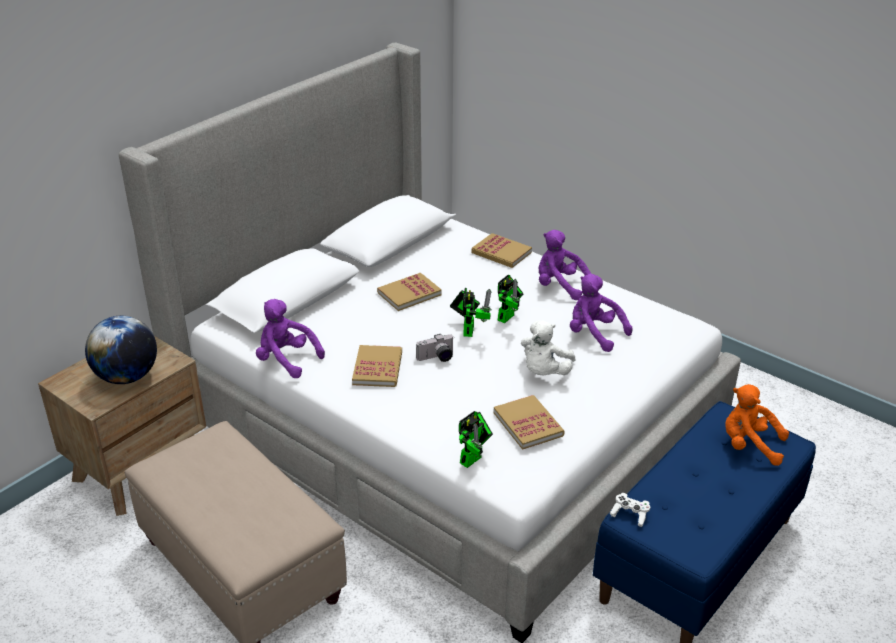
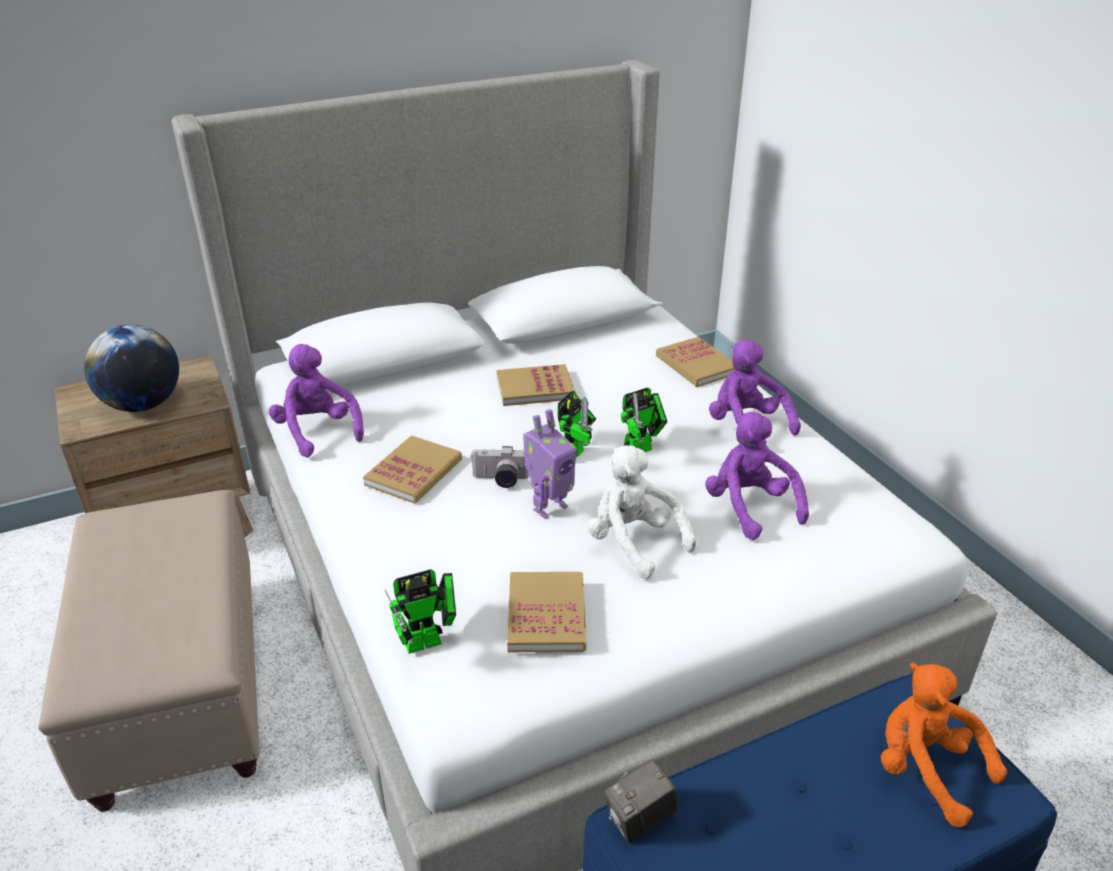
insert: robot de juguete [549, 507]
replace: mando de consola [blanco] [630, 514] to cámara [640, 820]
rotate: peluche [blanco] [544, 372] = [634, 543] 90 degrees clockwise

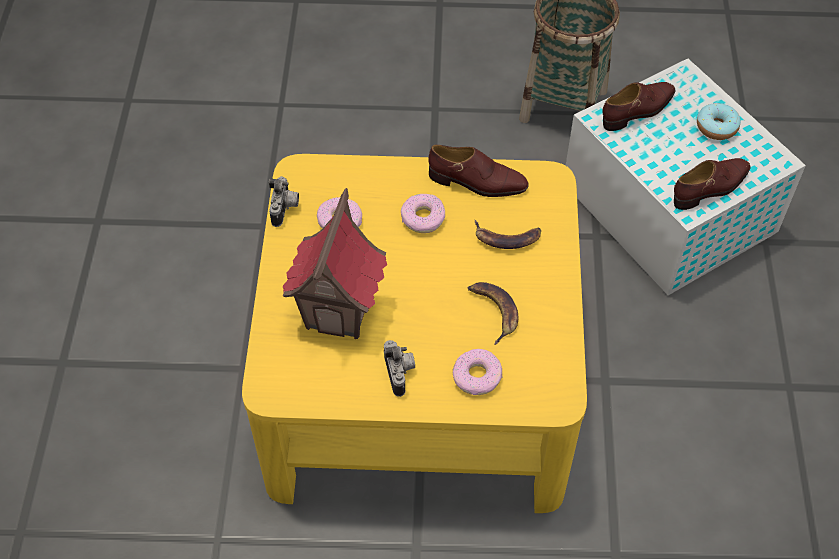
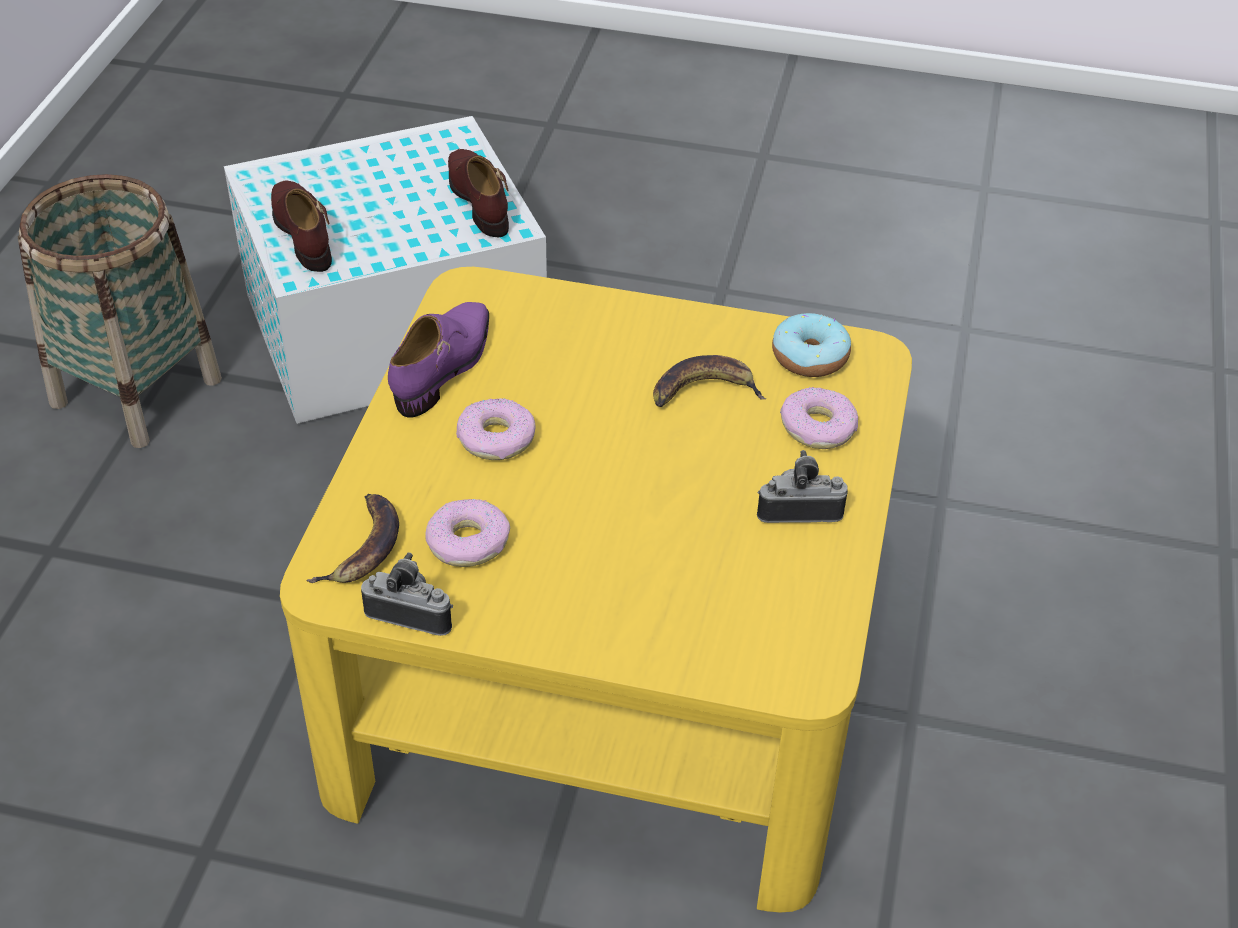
delete: casita [340, 312]
move: plátano [506, 238] to [363, 546]; rosquilla [716, 127] to [810, 357]
recolor: zapato [marrón] [477, 182] to zapato [morado] [444, 366]

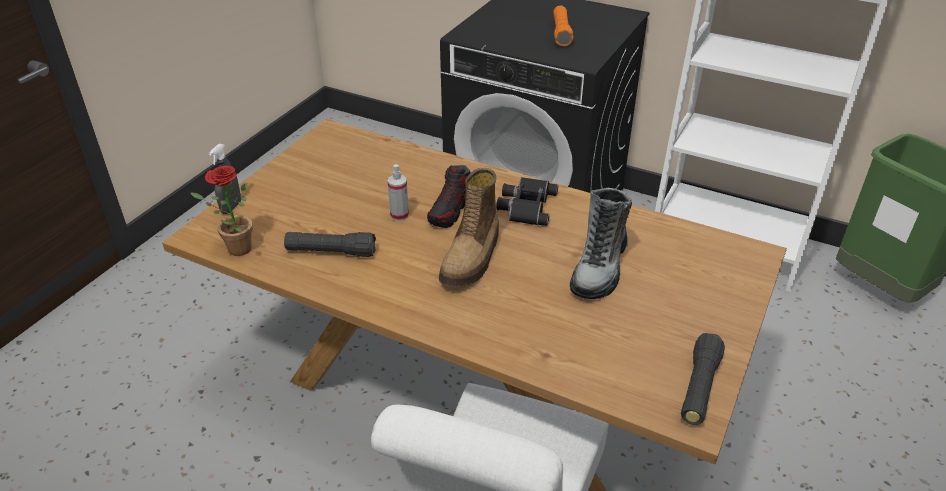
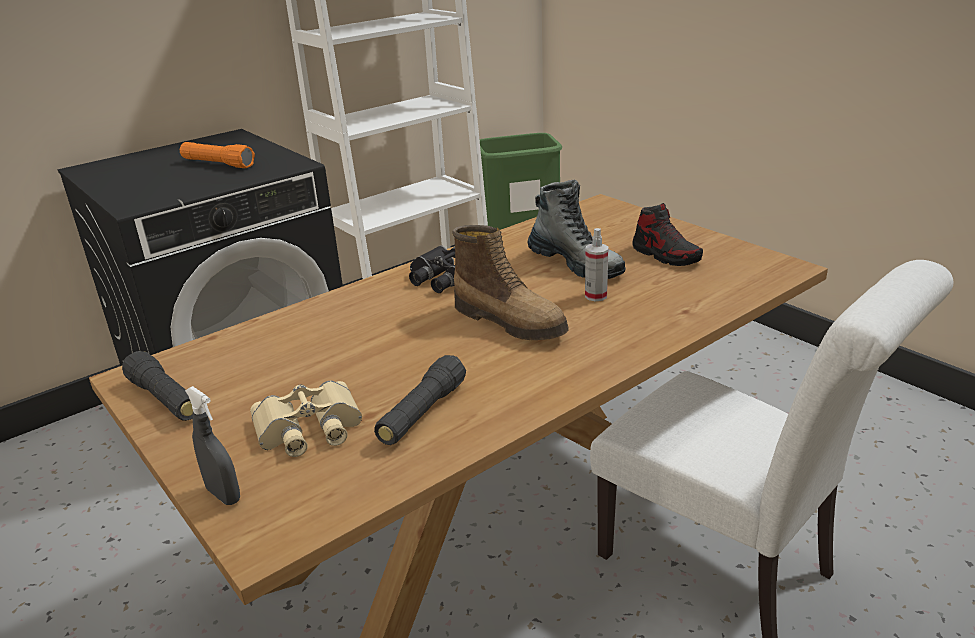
delete: planta en maceta [234, 249]
insert: prismáticos [beis] [309, 428]
move: pulverizador [399, 215] to [596, 296]; zapato [451, 211] to [666, 255]; linterna [negro] [699, 388] to [165, 399]

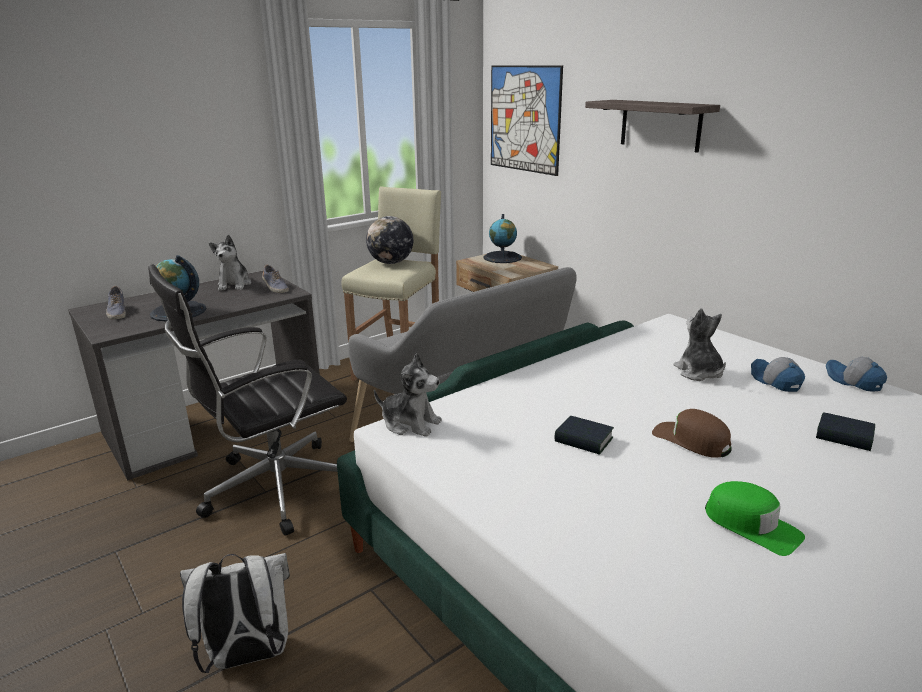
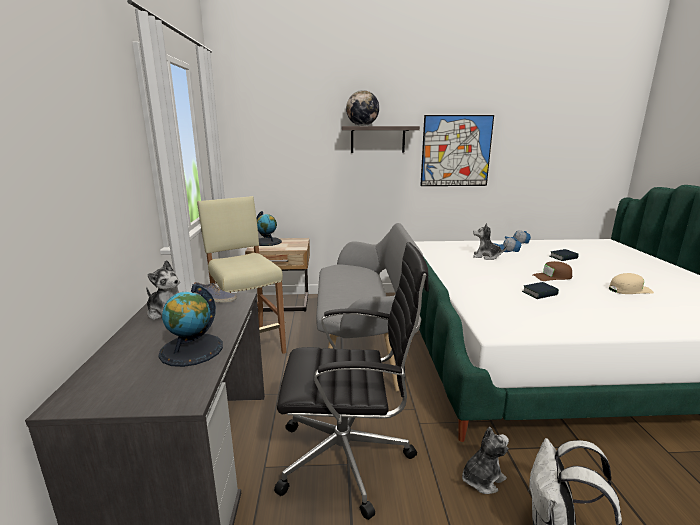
delete: zapato [117, 312]
move: globo terráqueo [391, 263] to [362, 125]; peluche [410, 423] to [482, 479]; cuadro [524, 119] to [456, 151]
recolor: gorra [verde] [752, 525] to gorra [beis] [629, 290]
rotate: silla de oficina [negro] [274, 488] = [348, 457] 90 degrees counterclockwise

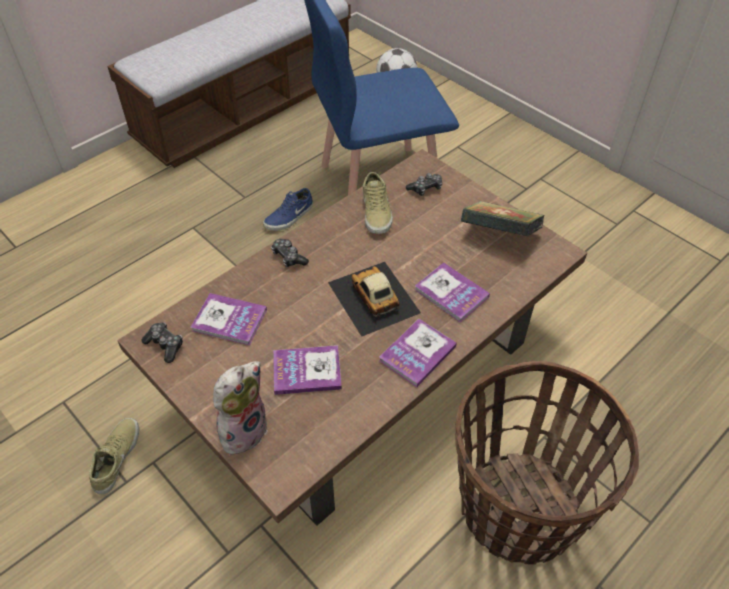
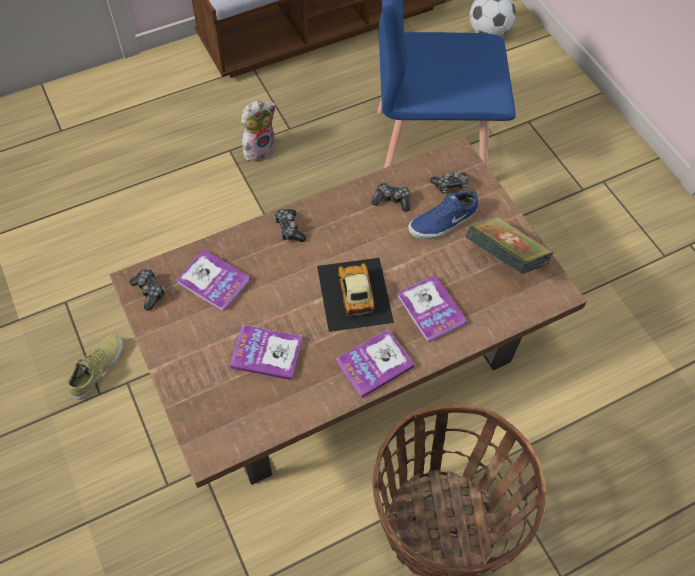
move: peluche [243, 429] to [259, 148]; zapato [azul] [289, 217] to [443, 222]
replace: zapato [beis] [377, 212] to mando de consola [392, 200]

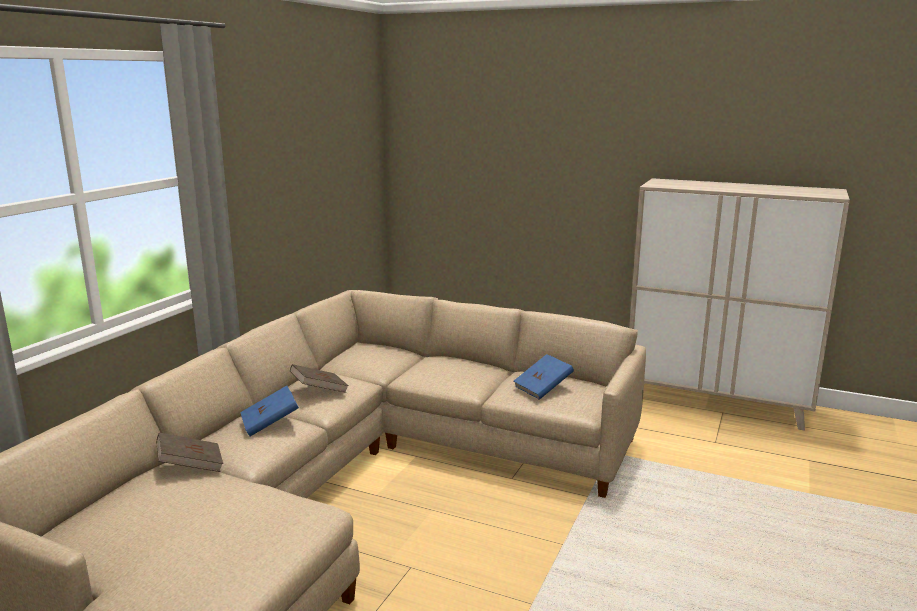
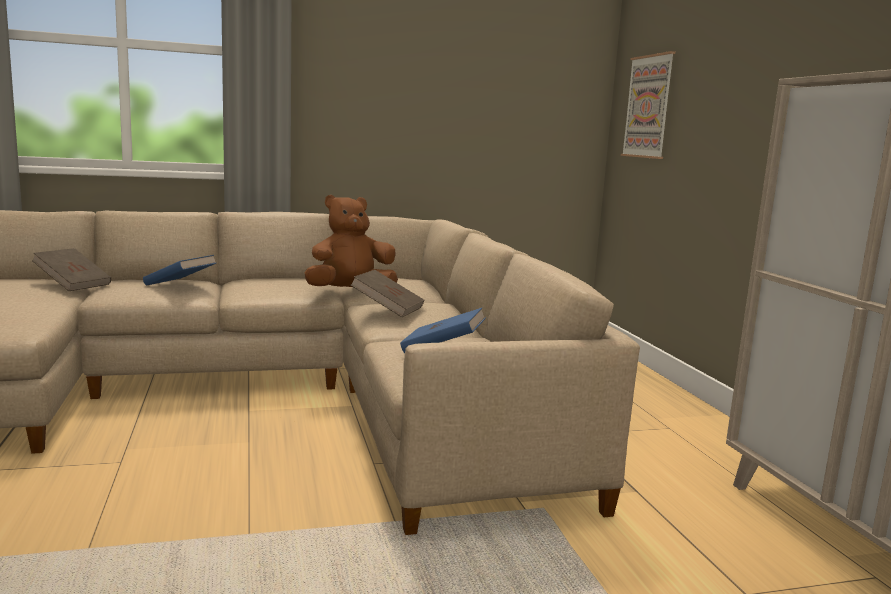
insert: peluche [marrón] [350, 292]; cuadro [648, 107]
move: libro [marrón] [319, 390] to [387, 309]

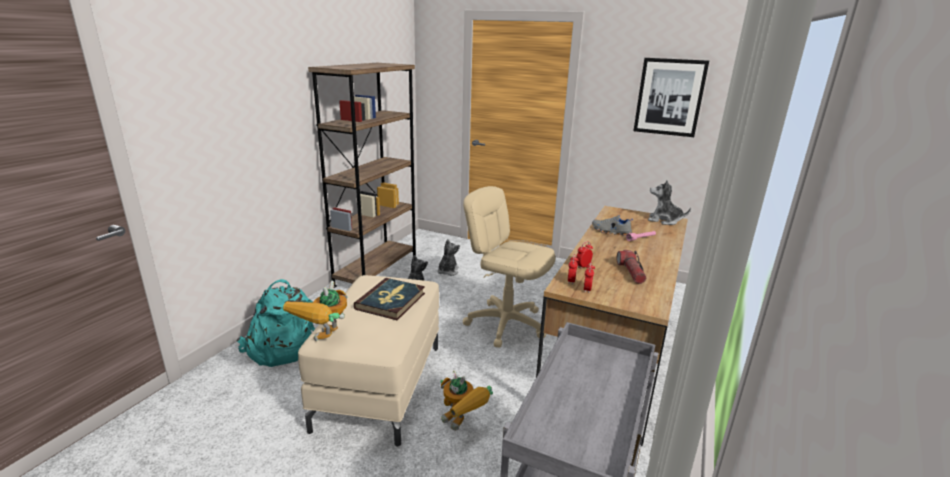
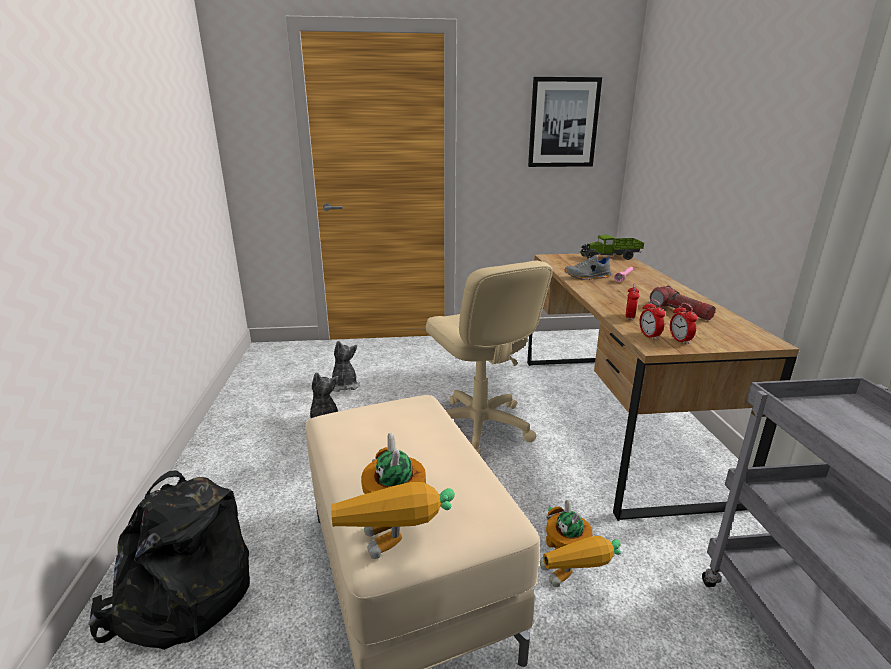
delete: estantería [marrón] [376, 272]; libro [391, 301]
replace: peluche [664, 220] to camión de juguete [610, 257]
recolor: mochila [turquesa] [280, 348] to mochila [negro] [181, 598]
rotate: robot de juguete [463, 424] = [568, 582] 60 degrees clockwise; silla de oficina [beis] [506, 324] = [479, 427] 120 degrees counterclockwise

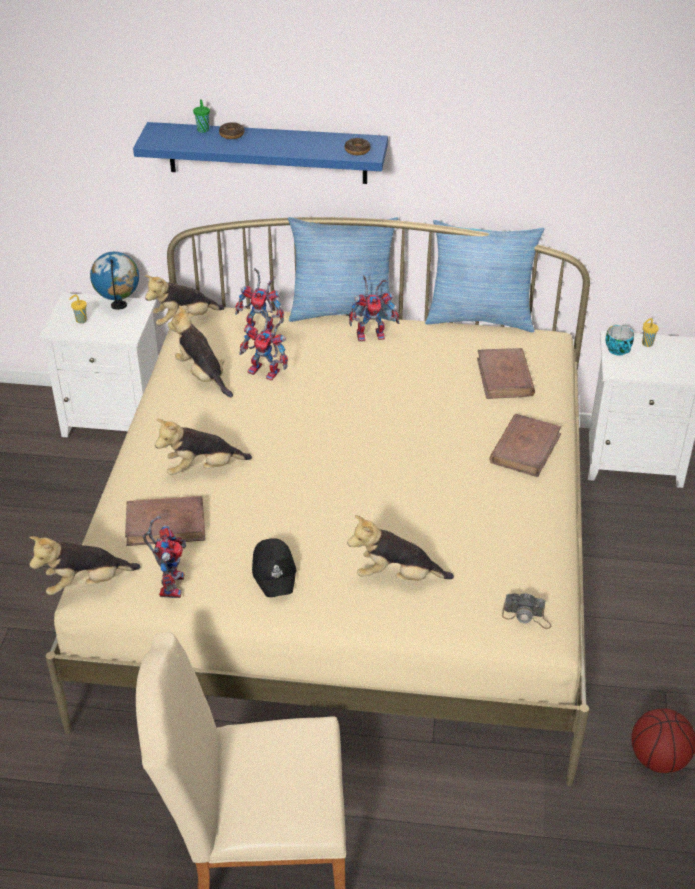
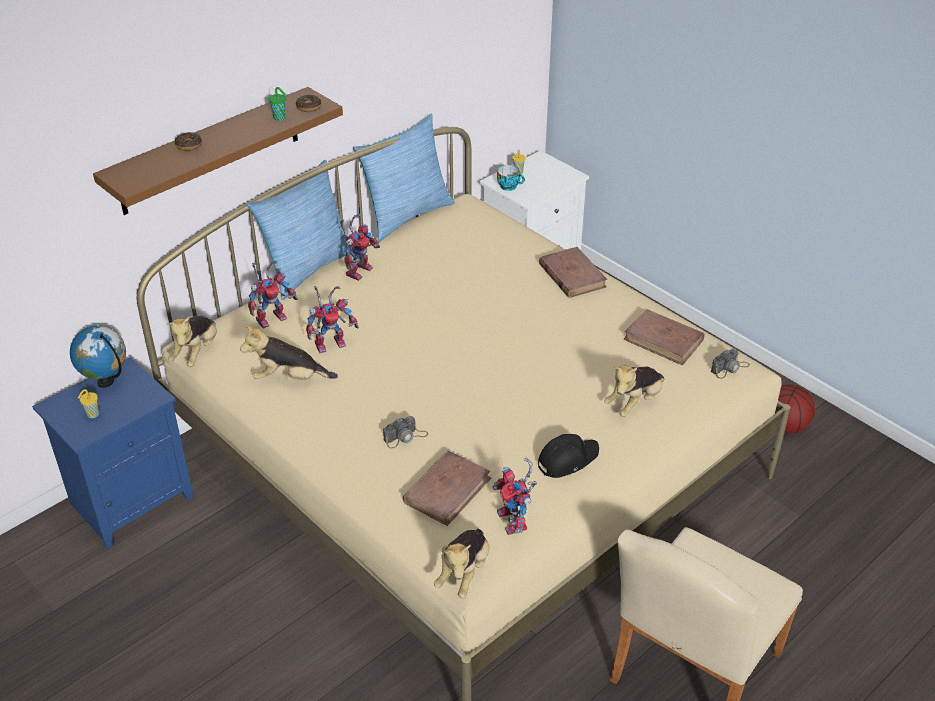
move: taza [verde] [203, 130] to [280, 118]; libro [marrón] [504, 377] to [664, 340]
replace: peluche [202, 469] to cámara [405, 437]
recolor: mesita de noche [blanco] [116, 417] to mesita de noche [azul] [131, 499]; estante [azul] [267, 153] to estante [marrón] [210, 151]
rotate: robot de juguete [169, 582] = [516, 522] 150 degrees counterclockwise; gorra [negro] [275, 572] = [567, 459] 60 degrees counterclockwise

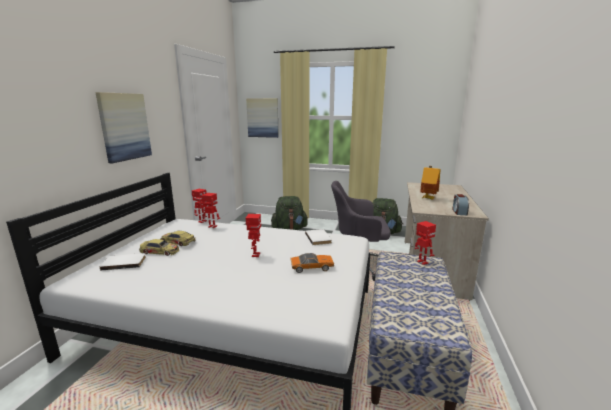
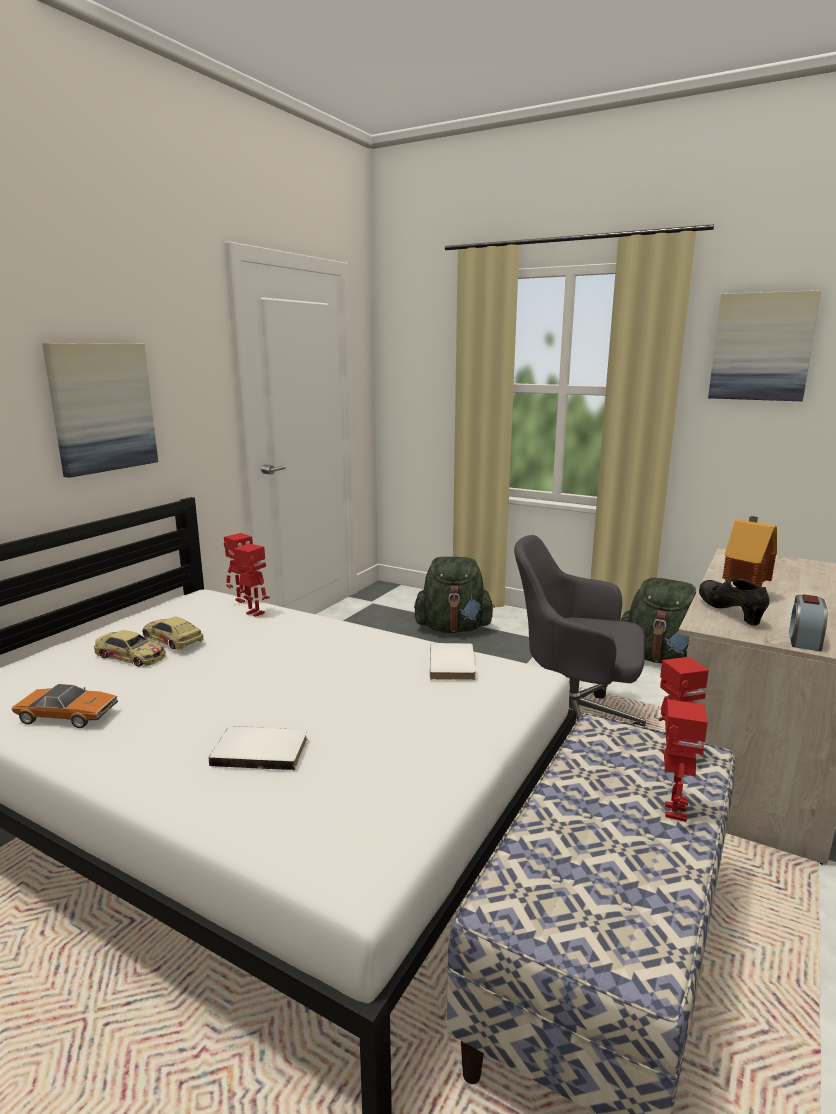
insert: zapato [negro] [730, 613]
move: libro [blanco] [124, 262] to [261, 750]; cuadro [263, 118] to [762, 347]; robot de juguete [255, 255] to [673, 812]; coche de juguete [312, 267] to [68, 715]

